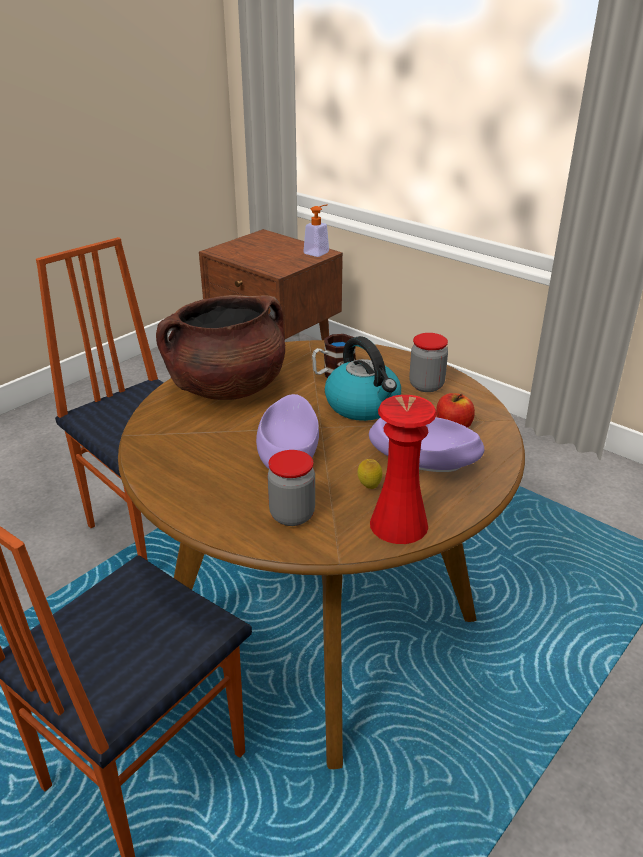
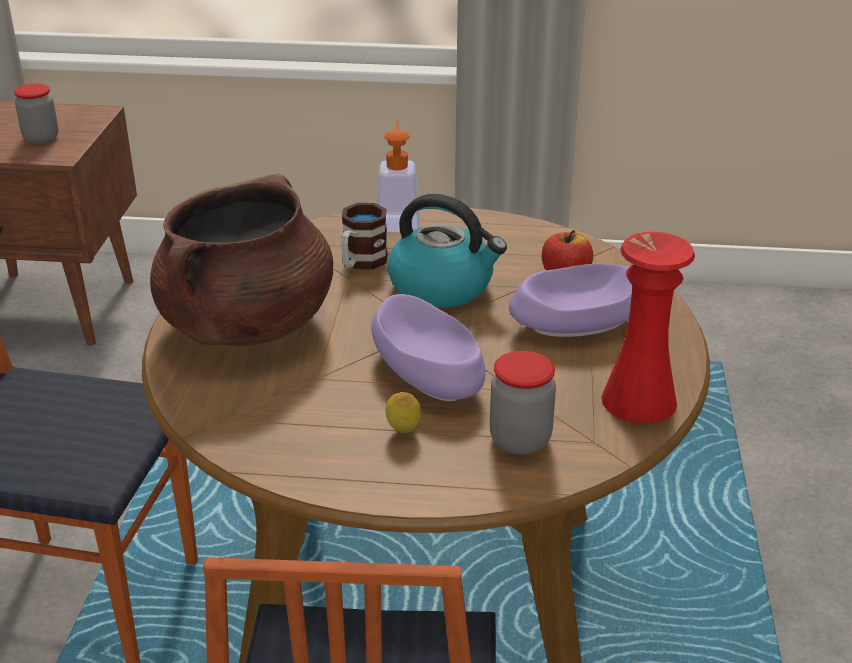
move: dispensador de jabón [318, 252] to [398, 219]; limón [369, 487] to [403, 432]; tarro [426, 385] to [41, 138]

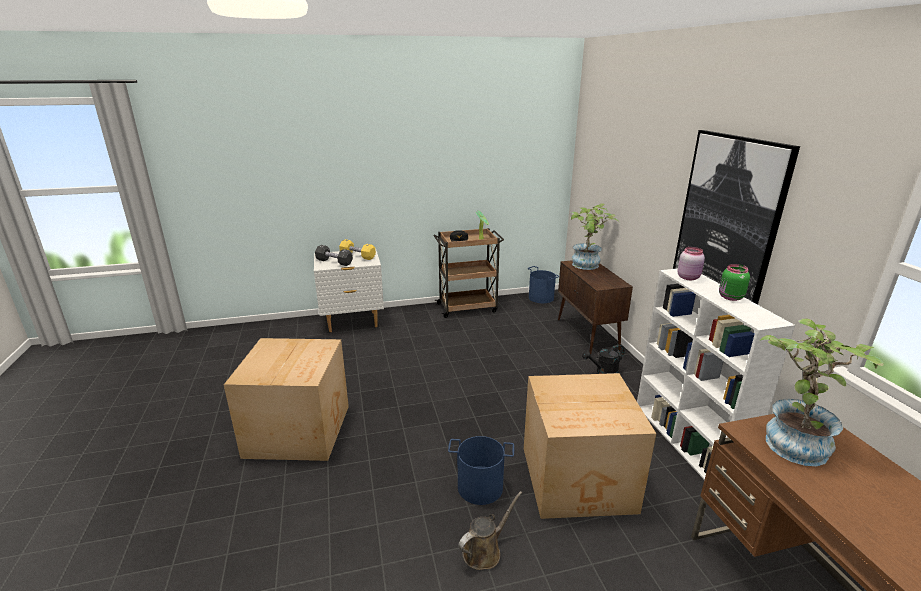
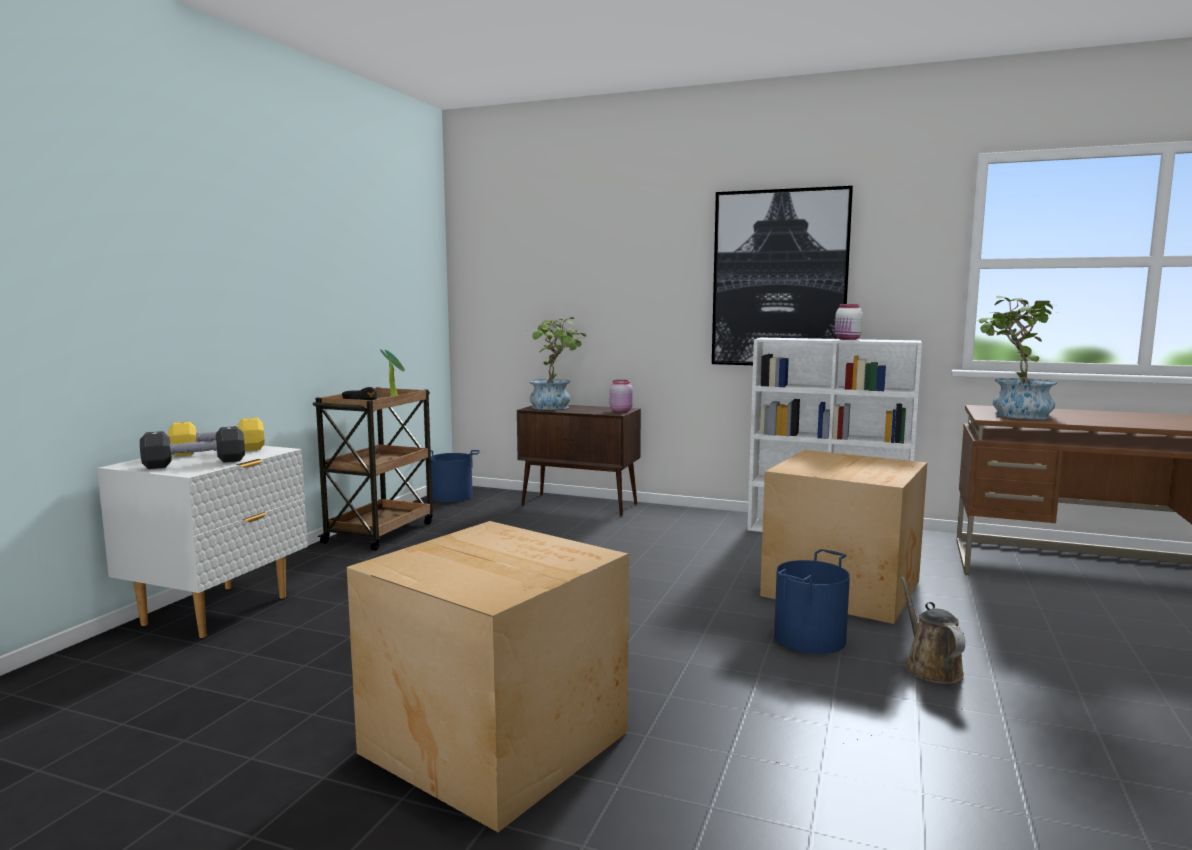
delete: regadera [negro] [603, 372]
move: tarro [rosa] [688, 277] to [621, 411]
recolor: tarro [verde] [730, 297] to tarro [blanco] [847, 339]

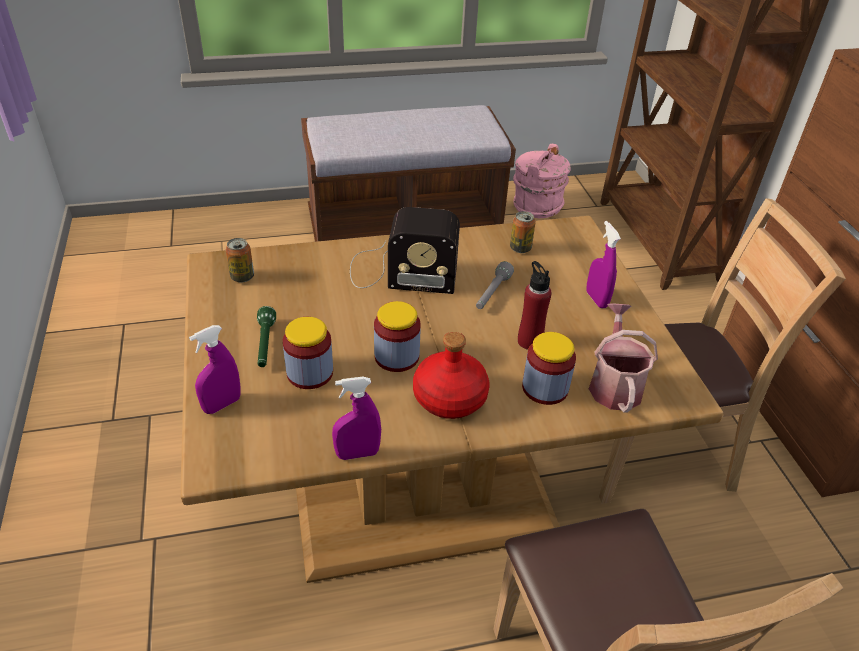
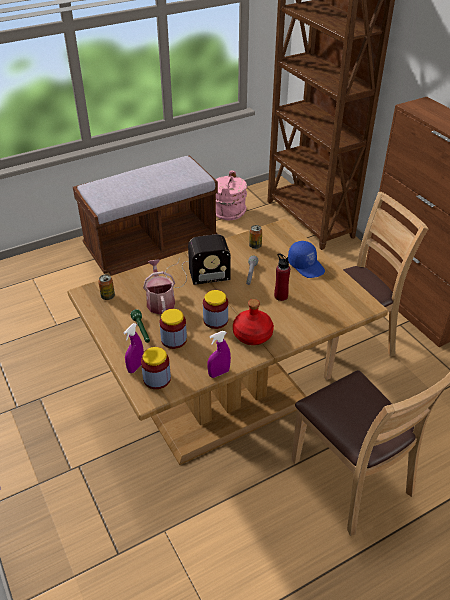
move: tarro [545, 388] to [157, 379]; regadera [614, 384] to [160, 301]
replace: pulverizador [morado] [596, 299] to gorra [azul] [306, 266]

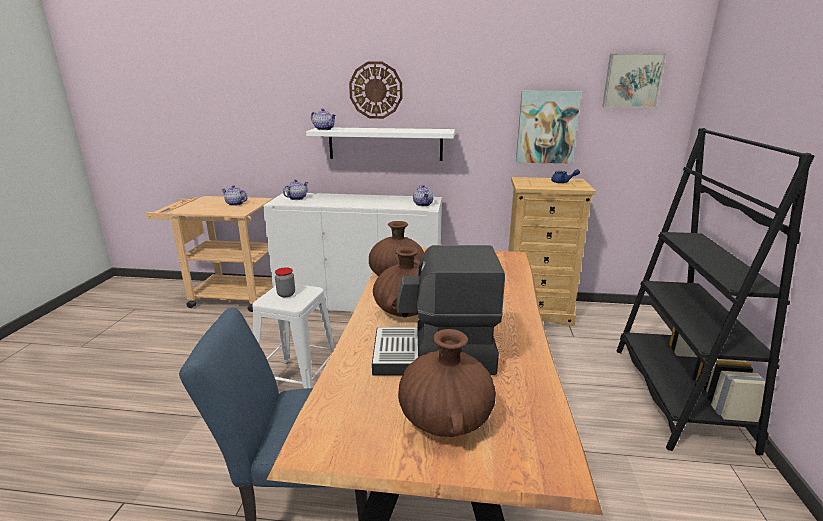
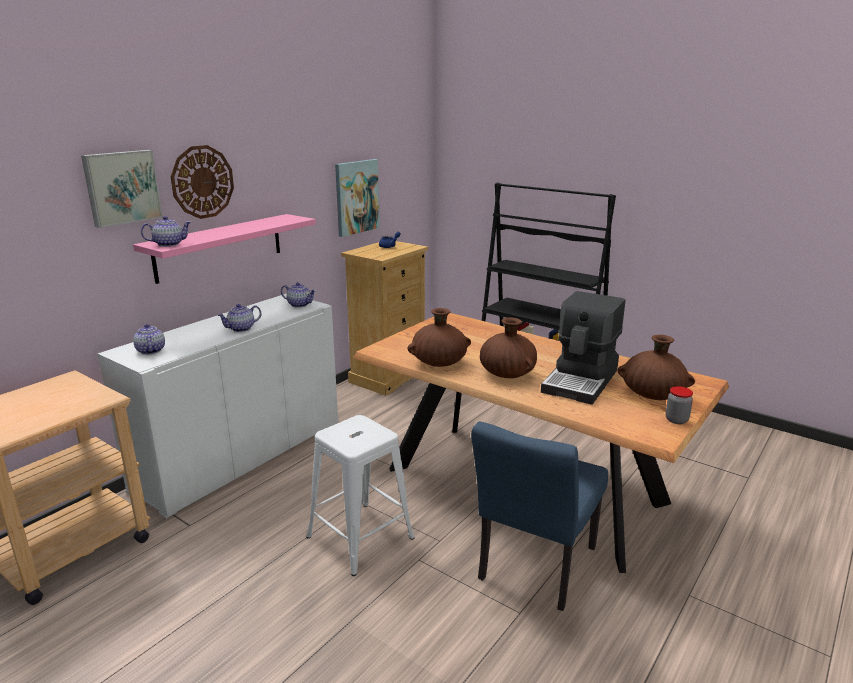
move: tetera [235, 204] to [241, 329]; tarro [286, 294] to [676, 420]; cuadro [632, 80] to [121, 187]
recolor: estante [blanco] [385, 144] to estante [rosa] [220, 247]

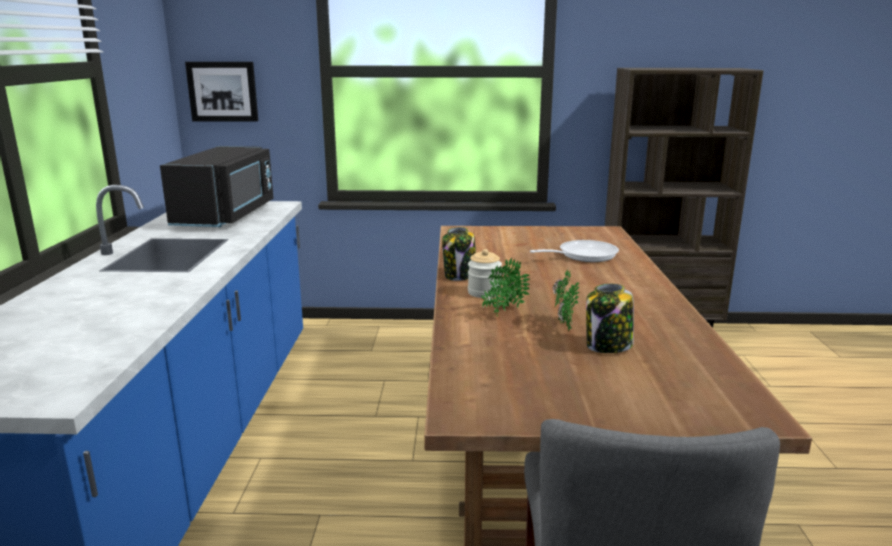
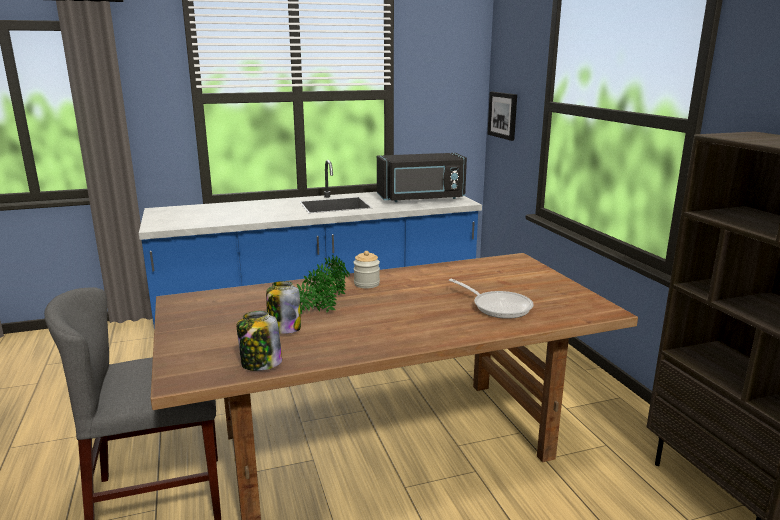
move: tarro [460, 275] to [260, 364]

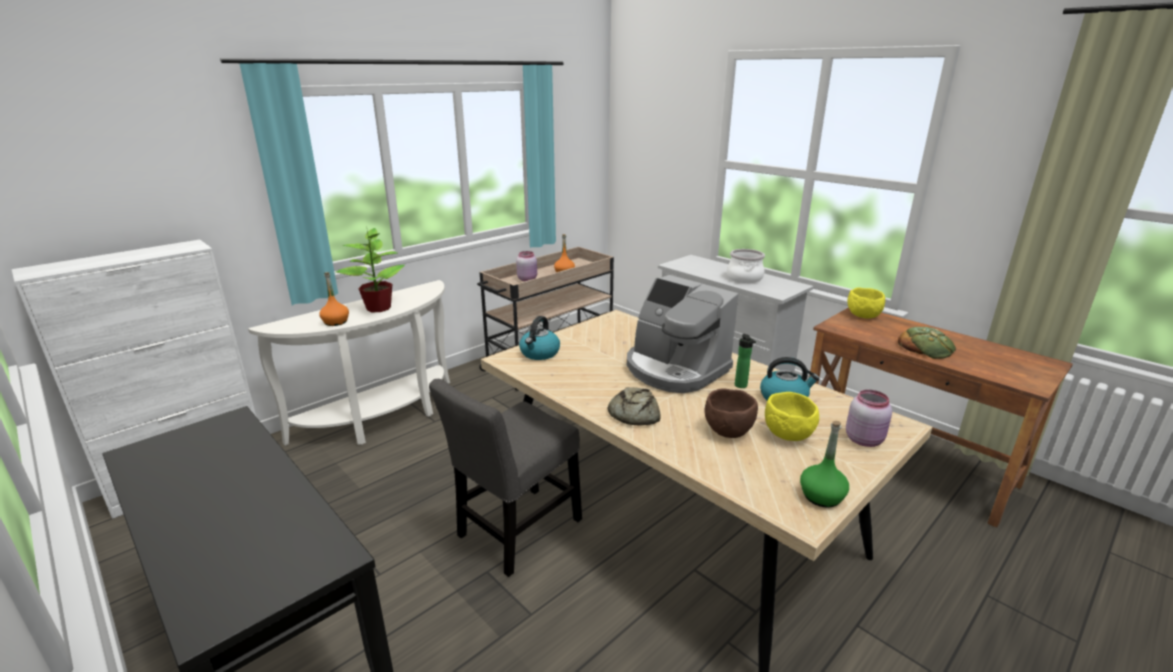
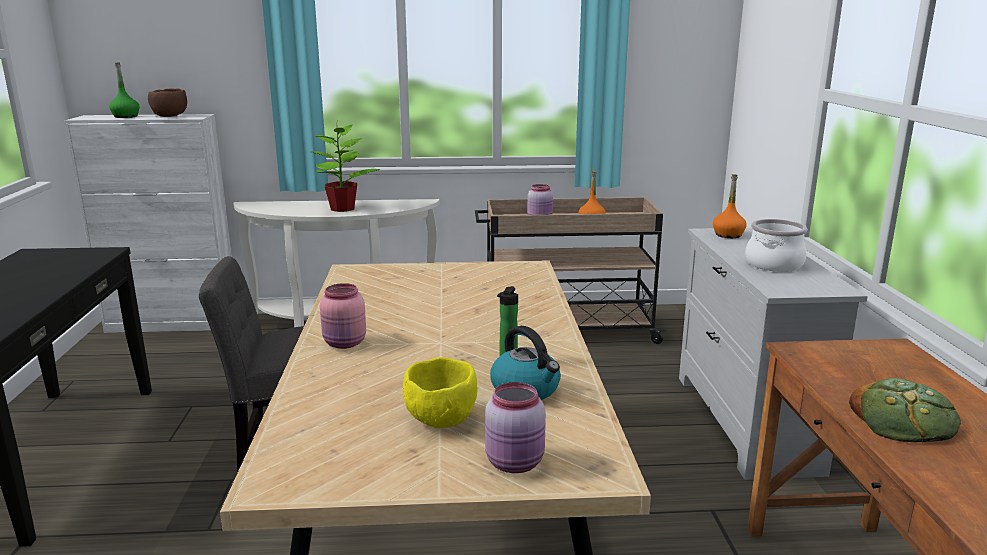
delete: hervidor [539, 353]; cafetera [675, 369]; cuenco [amarillo] [862, 315]
move: botella [naranja] [335, 322] to [728, 235]; cuenco [marrón] [728, 430] to [171, 116]; botella [verde] [821, 496] to [125, 116]
replace: pan [633, 413] to tarro [rosa] [345, 343]

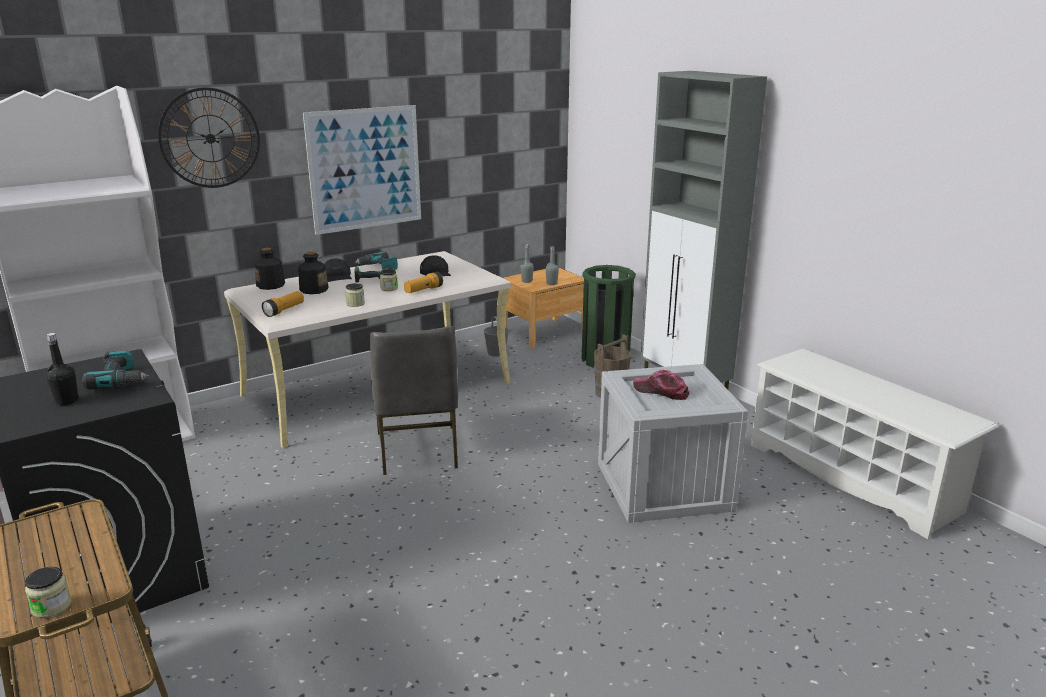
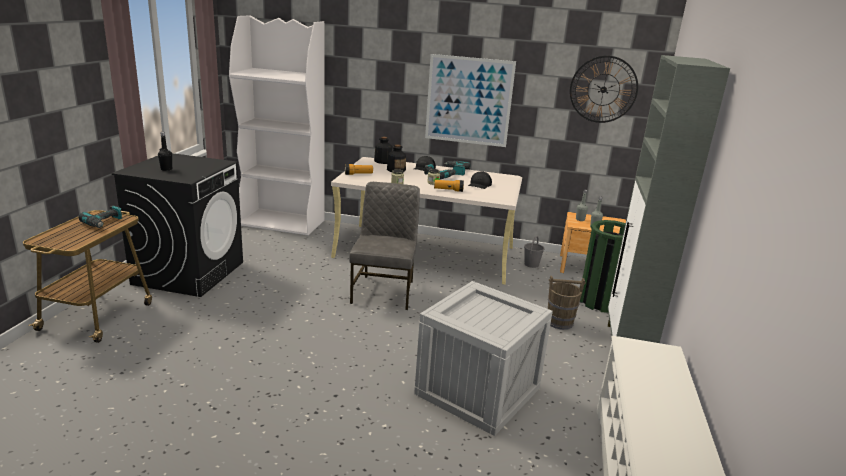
delete: tarro [52, 606]; gorra [661, 391]
move: taladro [121, 379] to [104, 223]; reloj de pared [210, 138] to [603, 89]
rotate: silla [gris] [418, 450] = [384, 291] 150 degrees clockwise

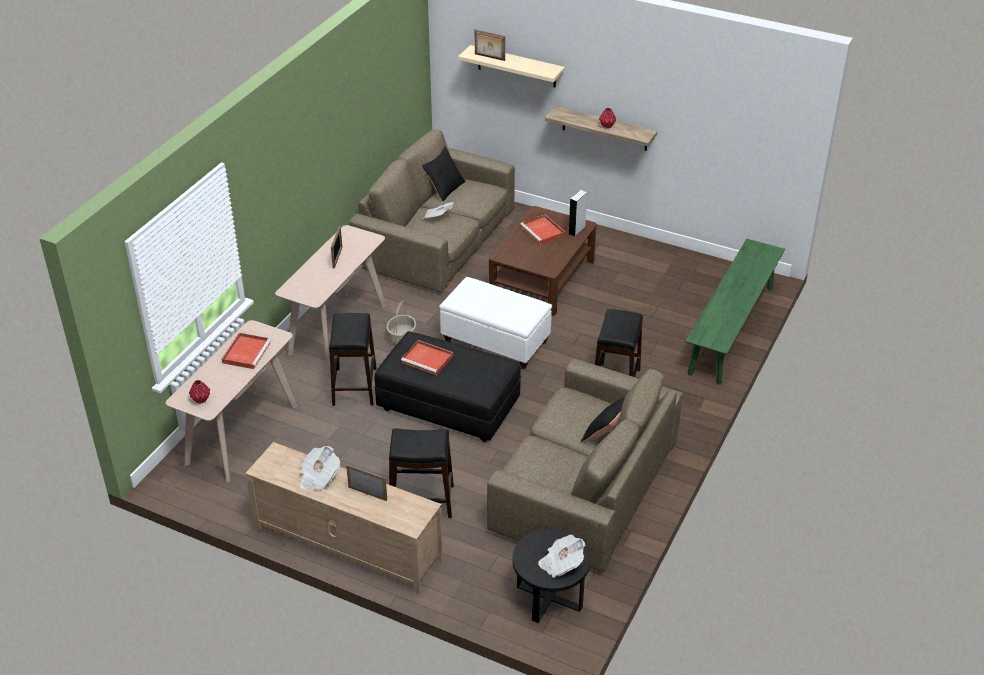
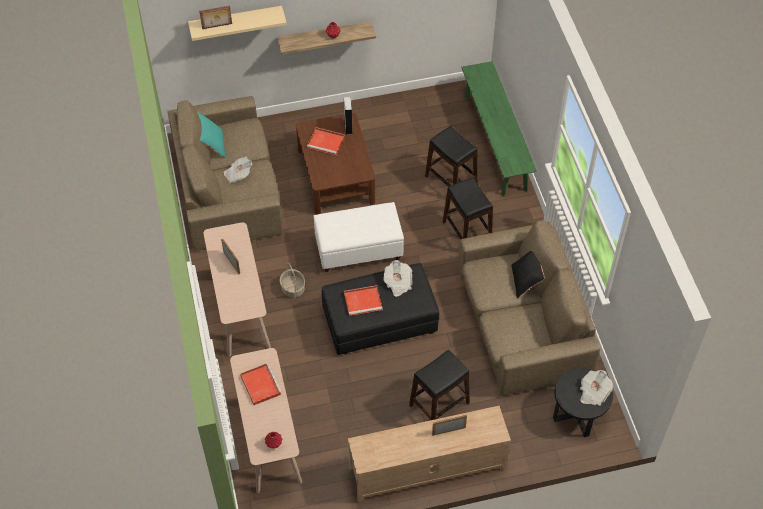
move: periódico [319, 477] to [398, 283]; taburete [negro] [355, 386] to [451, 181]
recolor: cojín [negro] [444, 188] to cojín [turquesa] [212, 144]

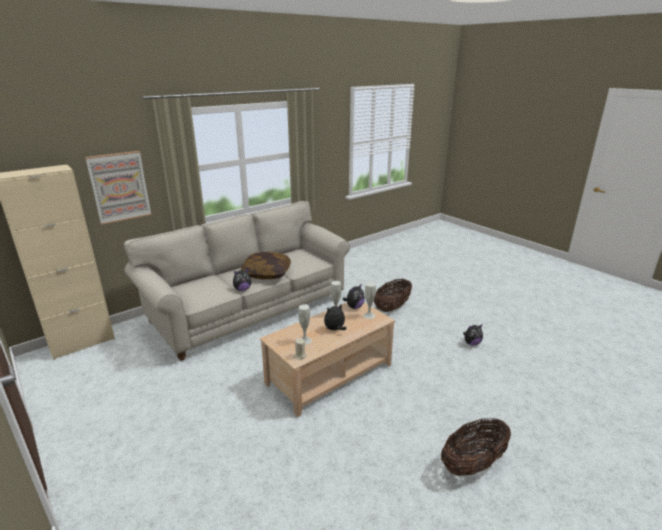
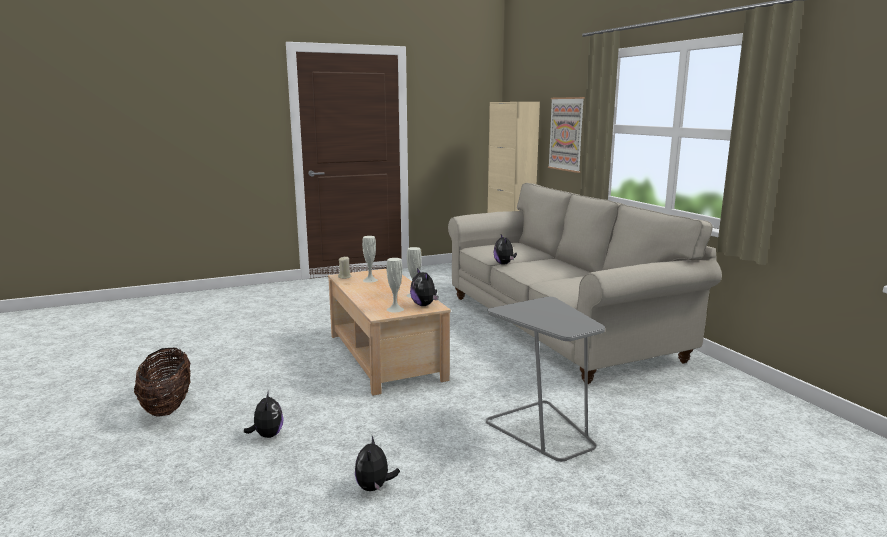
delete: cojín [266, 273]
move: peluche [335, 329] to [267, 435]
replace: cesta [392, 307] to mesa auxiliar [gris] [543, 430]

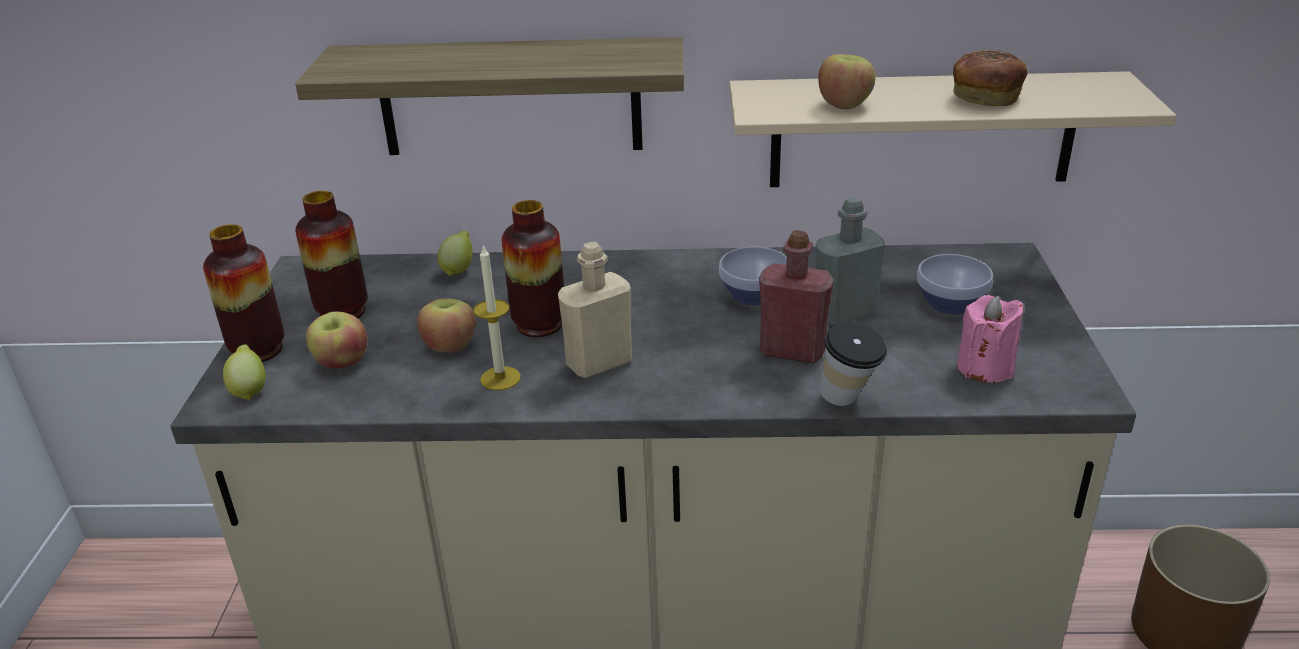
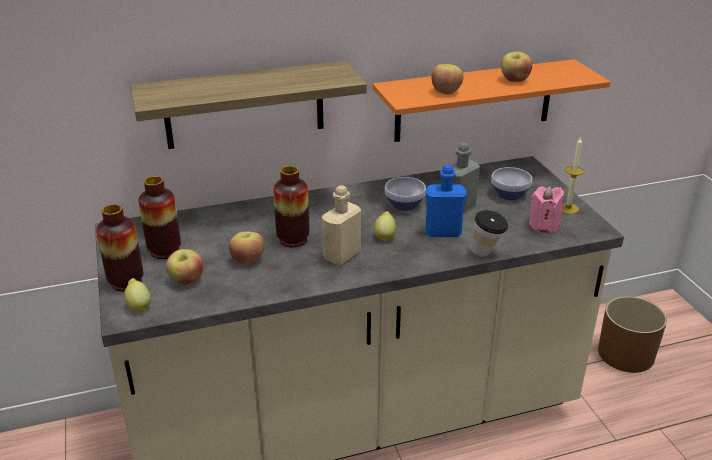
move: limón [458, 269] to [385, 236]; vela [500, 378] to [568, 208]
replace: pan [985, 97] to manzana [514, 80]
recolor: estante [beis] [922, 130] to estante [naranja] [474, 101]; botella [rojo] [792, 351] to botella [azul] [443, 232]

